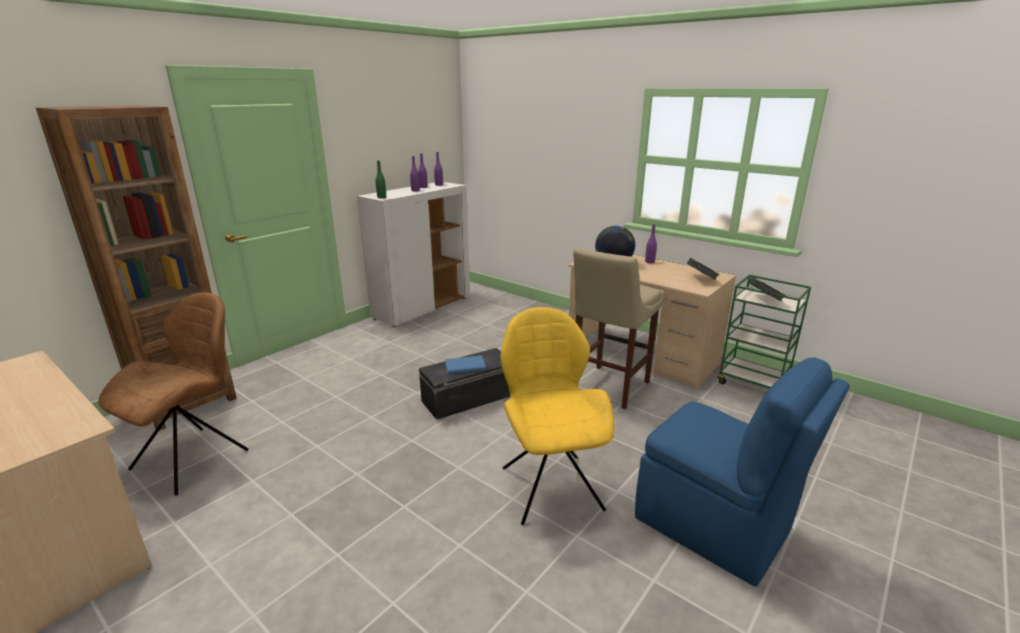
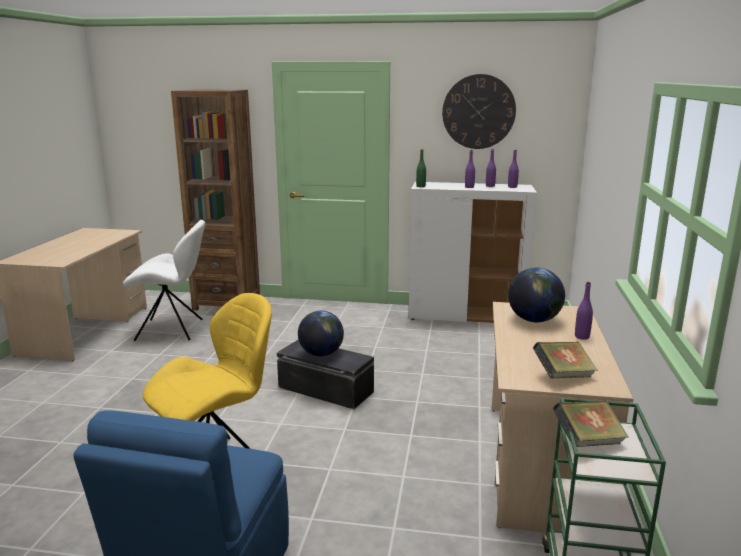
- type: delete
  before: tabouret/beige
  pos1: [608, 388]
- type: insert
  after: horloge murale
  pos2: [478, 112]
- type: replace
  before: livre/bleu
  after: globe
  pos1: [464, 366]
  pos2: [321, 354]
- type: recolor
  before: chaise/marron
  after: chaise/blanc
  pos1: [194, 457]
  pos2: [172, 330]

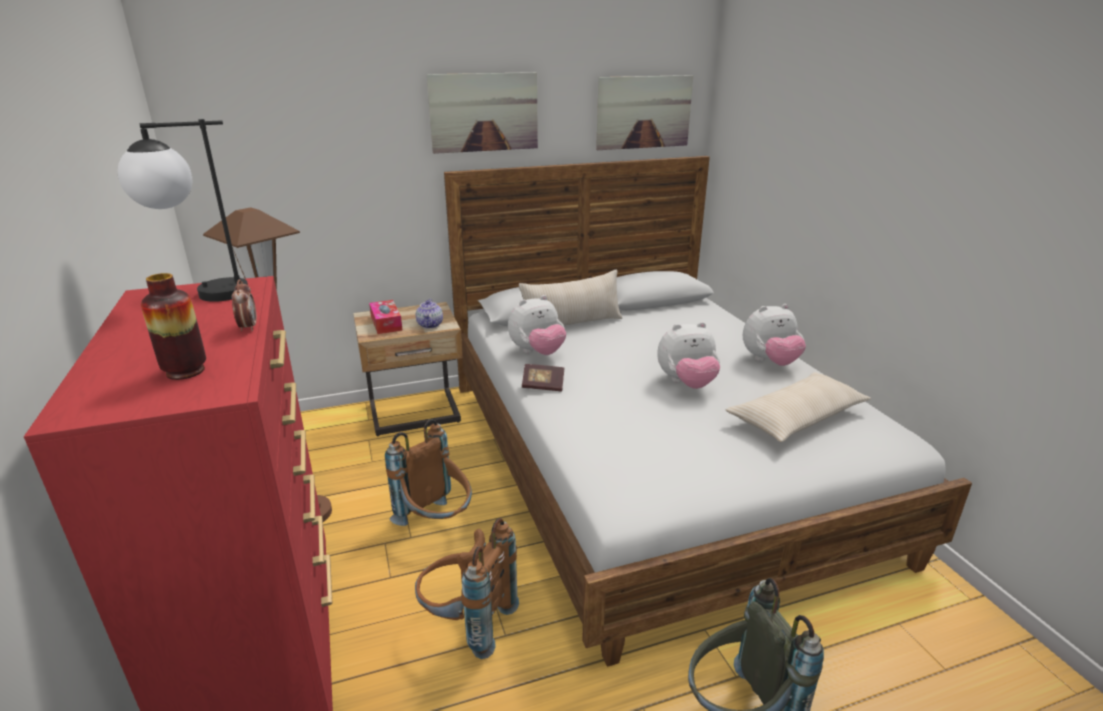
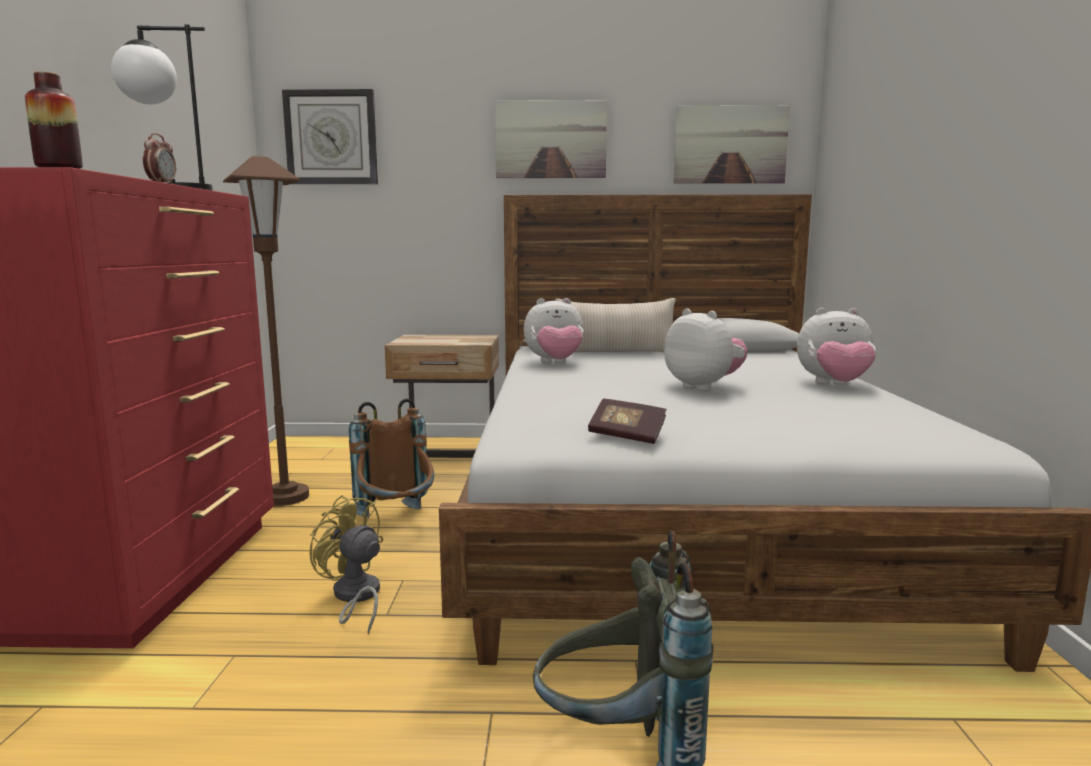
- type: delete
  before: boîte à mouchoirs
  pos1: [386, 323]
- type: delete
  before: théière
  pos1: [430, 325]
- type: delete
  before: coussin/beige
  pos1: [796, 418]
- type: insert
  after: horloge murale
  pos2: [331, 137]
- type: move
  before: livre
  pos1: [543, 386]
  pos2: [627, 436]
- type: replace
  before: sac à dos/marron
  after: ventilateur/jaune
  pos1: [467, 623]
  pos2: [355, 597]
- type: rotate
  before: peluche
  pos1: [686, 383]
  pos2: [703, 387]
  turn: -135

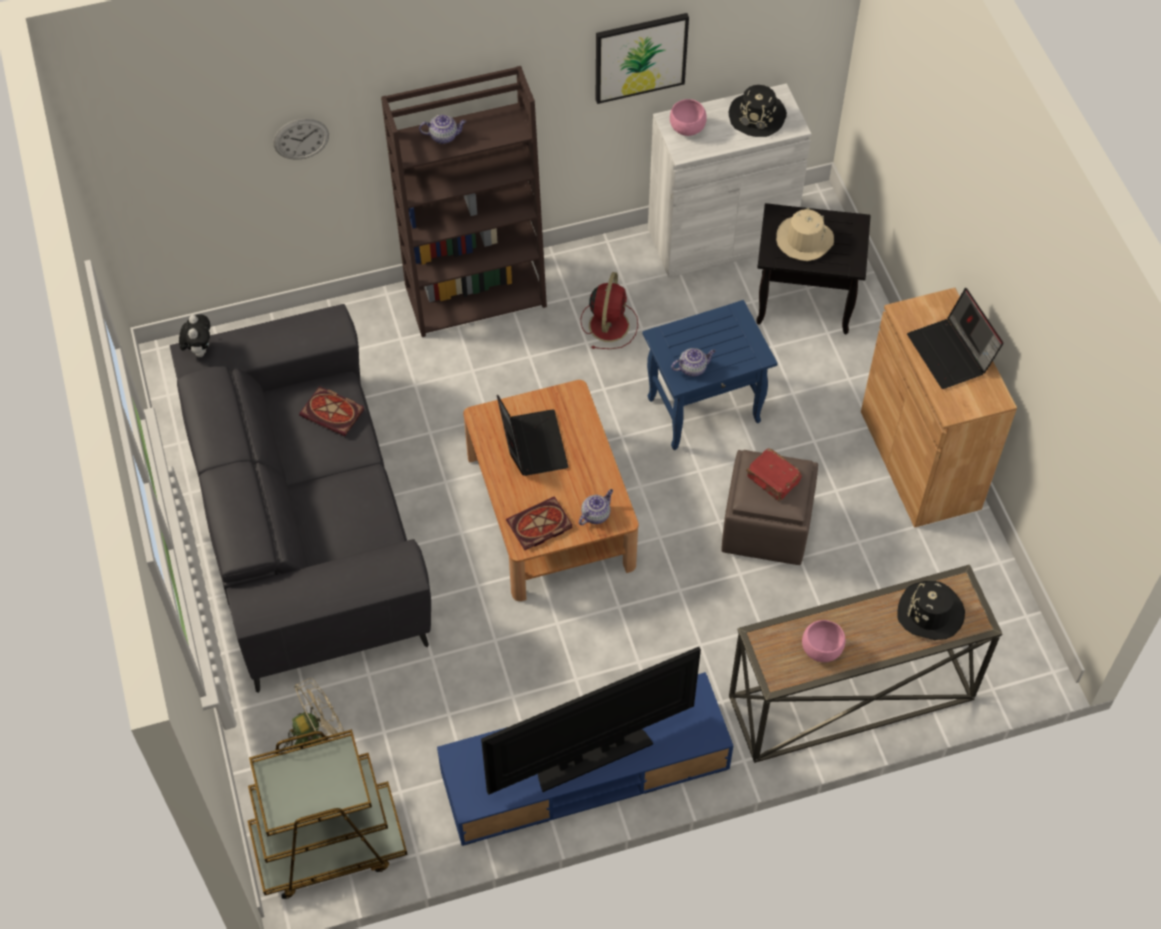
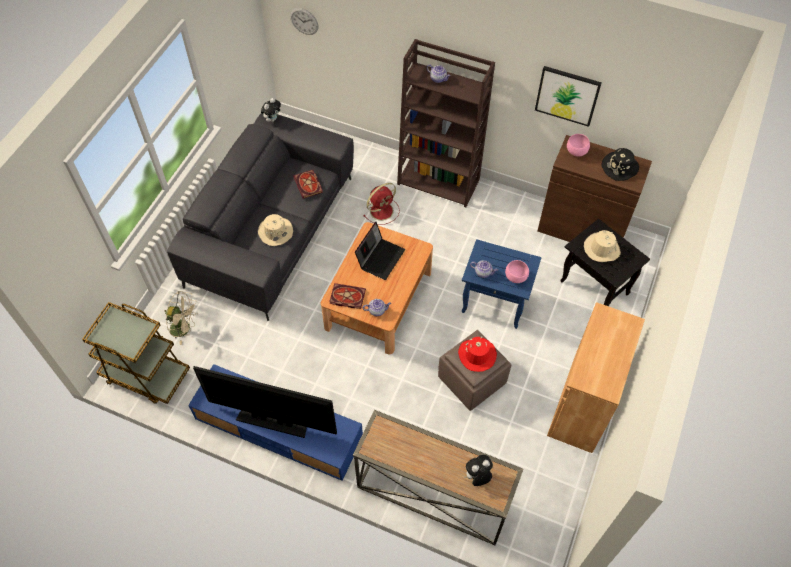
- type: delete
  before: ordinateur portable
  pos1: [951, 354]
- type: insert
  after: chapeau/beige
  pos2: [275, 231]
- type: move
  before: horloge murale
  pos1: [301, 139]
  pos2: [304, 21]
- type: move
  before: ventilateur/rouge
  pos1: [609, 324]
  pos2: [382, 210]
- type: move
  before: bol/rose
  pos1: [821, 648]
  pos2: [516, 277]
- type: replace
  before: livre/rouge
  after: chapeau/rouge
  pos1: [773, 480]
  pos2: [477, 355]
- type: replace
  before: chapeau/noir
  after: peluche
  pos1: [930, 613]
  pos2: [477, 477]
- type: recolor
  before: meuble de rangement/blanc
  after: meuble de rangement/marron
  pos1: [720, 237]
  pos2: [581, 229]

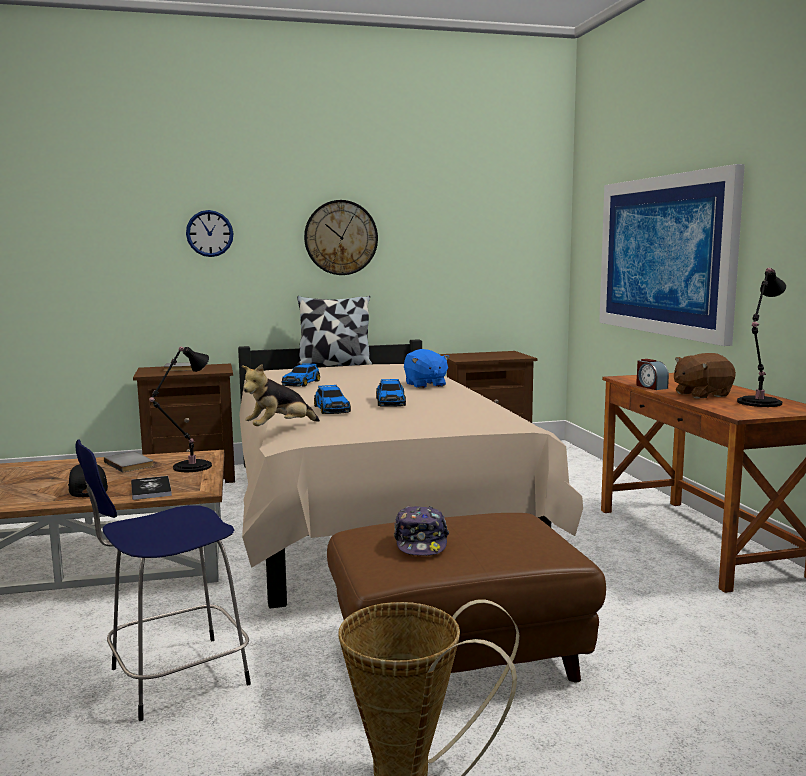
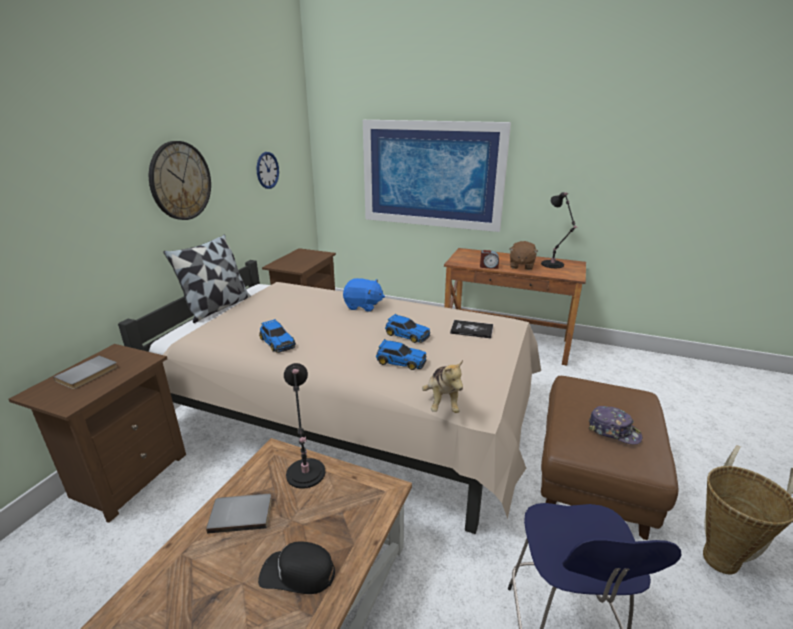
- type: move
  before: livre
  pos1: [151, 489]
  pos2: [471, 330]
- type: move
  before: horloge murale
  pos1: [209, 233]
  pos2: [267, 170]

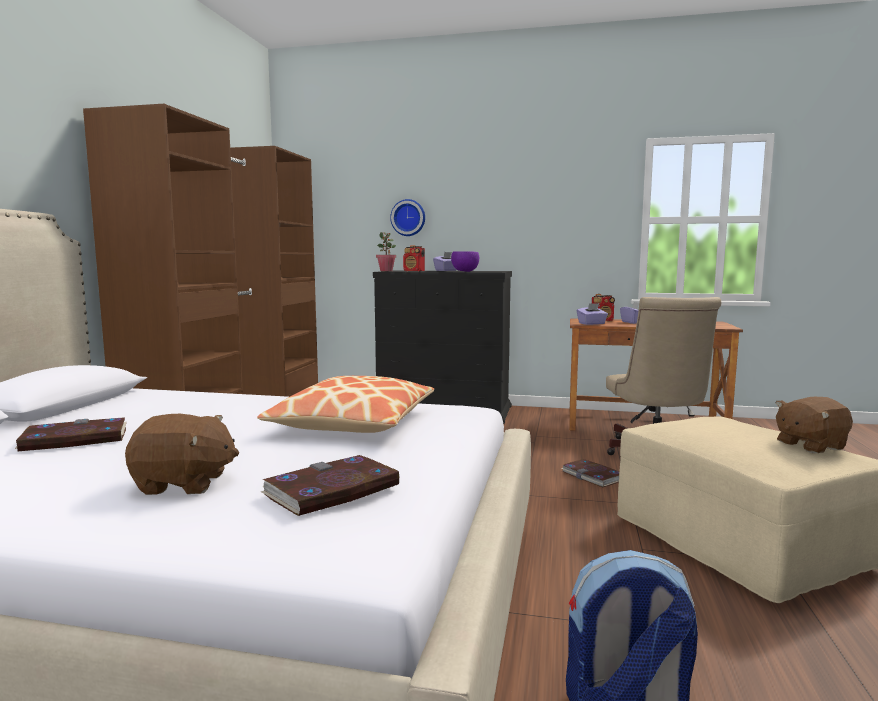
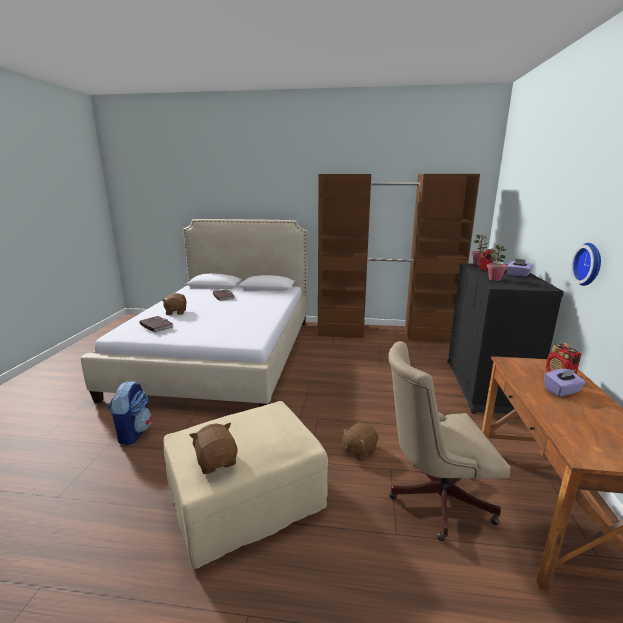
- type: delete
  before: coussin
  pos1: [353, 423]
- type: delete
  before: boîte à mouchoirs/violet
  pos1: [591, 324]
- type: move
  before: horloge murale
  pos1: [408, 218]
  pos2: [589, 264]
- type: replace
  before: bol/violet
  after: plante en pot
  pos1: [465, 271]
  pos2: [494, 279]
- type: replace
  before: livre
  after: peluche/marron
  pos1: [593, 476]
  pos2: [359, 450]

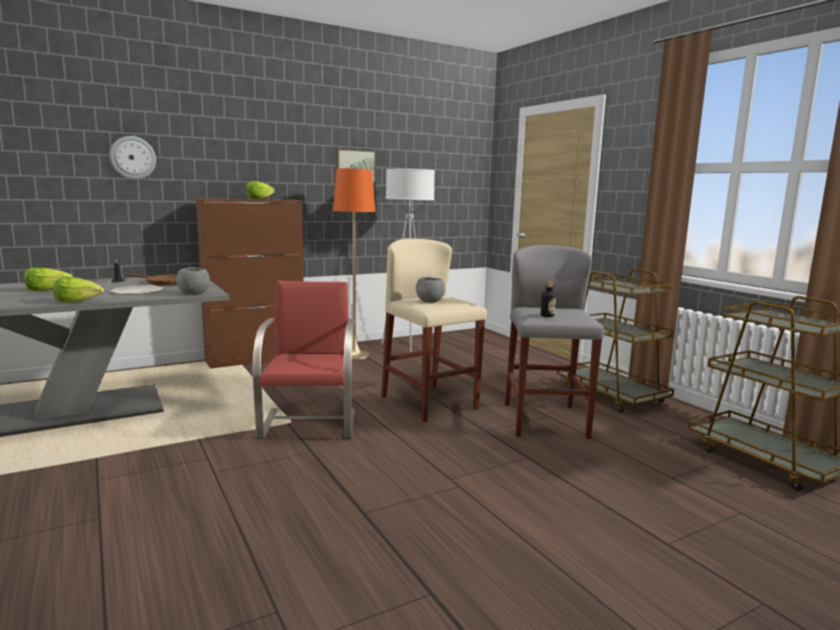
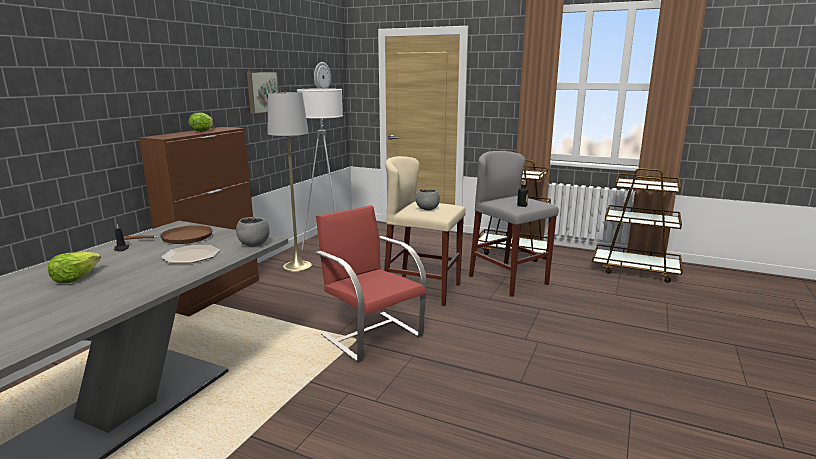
- type: delete
  before: laitue
  pos1: [78, 301]
- type: move
  before: horloge murale
  pos1: [133, 157]
  pos2: [321, 77]
- type: recolor
  before: lampadaire/orange
  after: lampadaire/gris
  pos1: [354, 355]
  pos2: [297, 266]

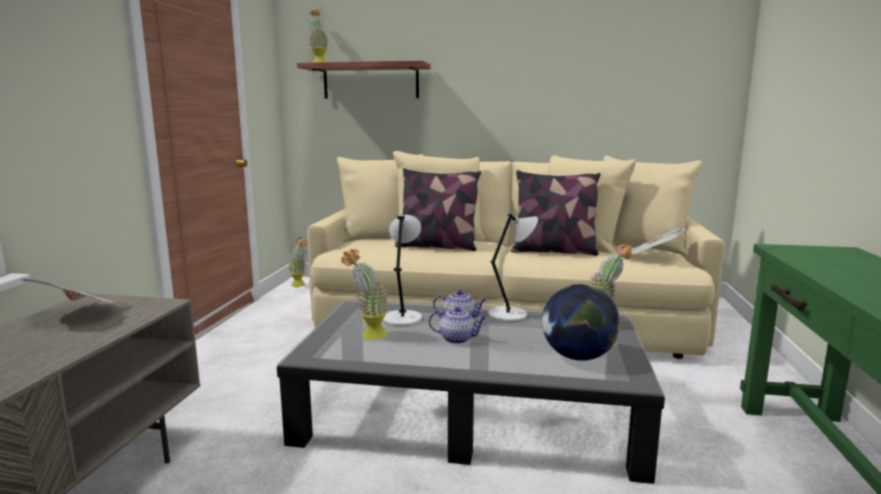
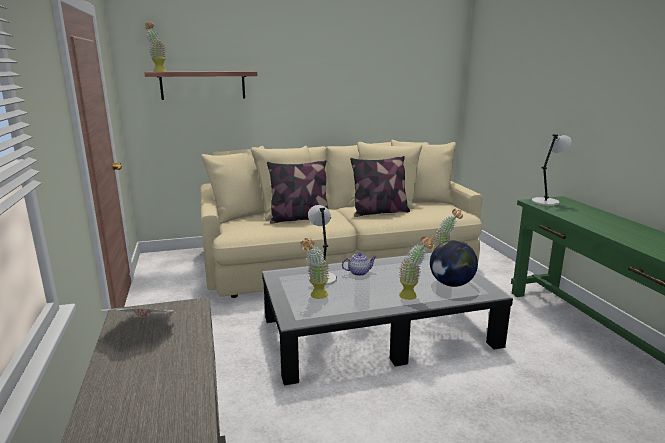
- type: delete
  before: théière
  pos1: [458, 339]
- type: delete
  before: journal
  pos1: [650, 257]
- type: move
  before: plante en pot
  pos1: [300, 285]
  pos2: [412, 296]
- type: move
  before: lampe de table/gris
  pos1: [510, 315]
  pos2: [546, 202]

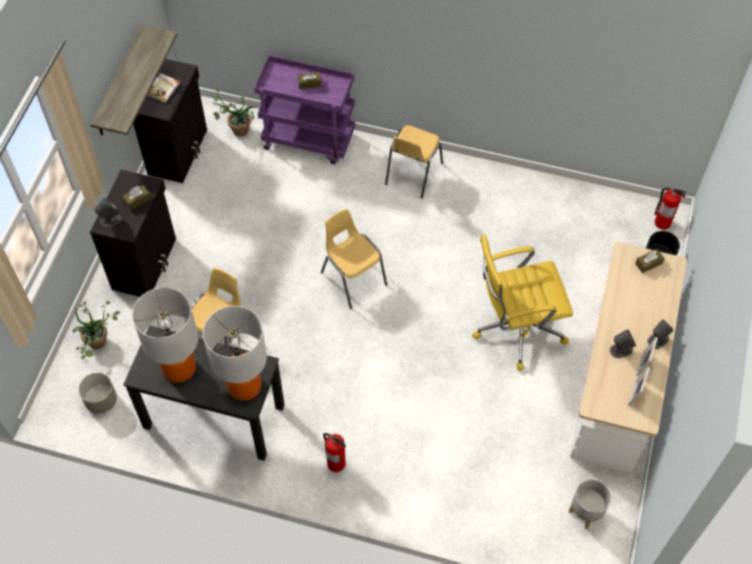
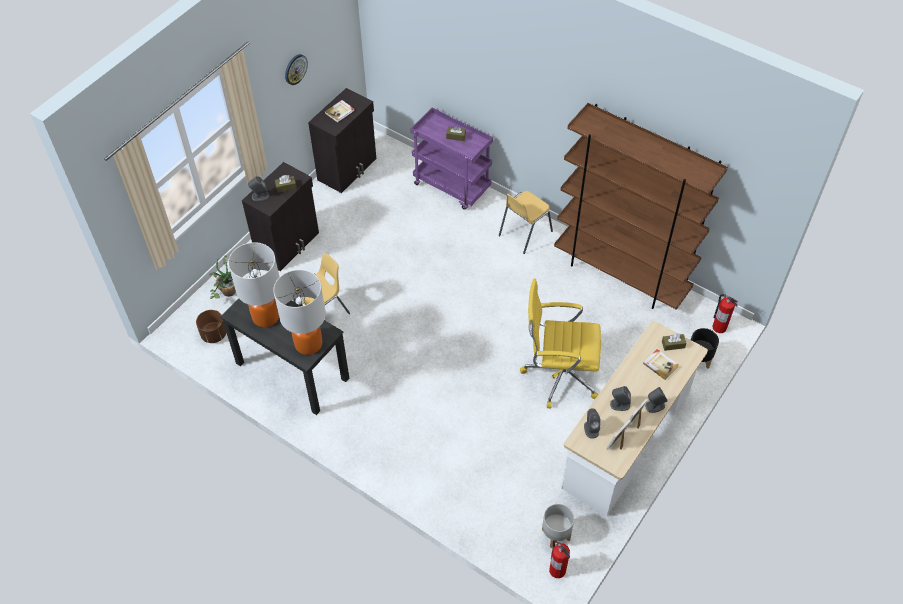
- type: delete
  before: étagère
  pos1: [119, 83]
- type: delete
  before: plante en pot
  pos1: [236, 130]
- type: delete
  before: chaise/jaune
  pos1: [353, 278]
- type: insert
  after: horloge murale
  pos2: [295, 69]
- type: insert
  after: bibliothèque/marron
  pos2: [621, 274]
- type: insert
  after: enceinte/gris
  pos2: [591, 429]
- type: insert
  after: livre
  pos2: [660, 365]
- type: move
  before: extincteur
  pos1: [336, 463]
  pos2: [557, 570]
- type: recolor
  before: cache-pot/gris
  after: cache-pot/marron
  pos1: [101, 401]
  pos2: [213, 334]

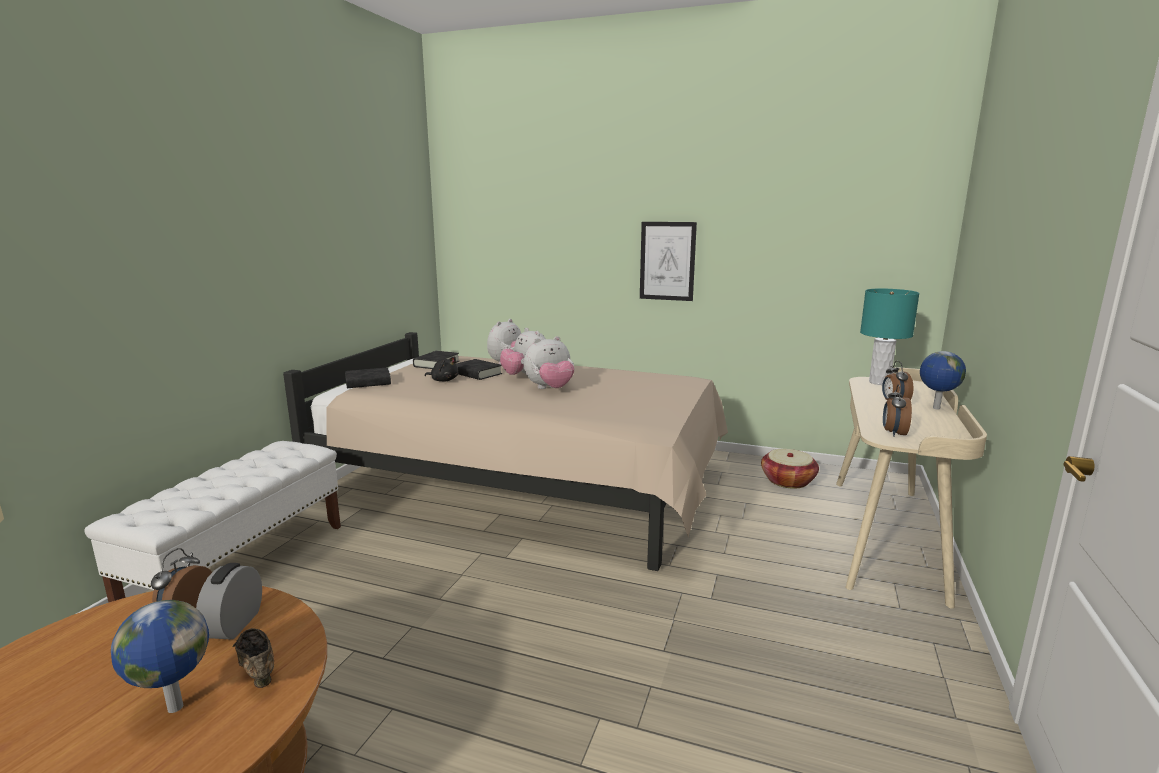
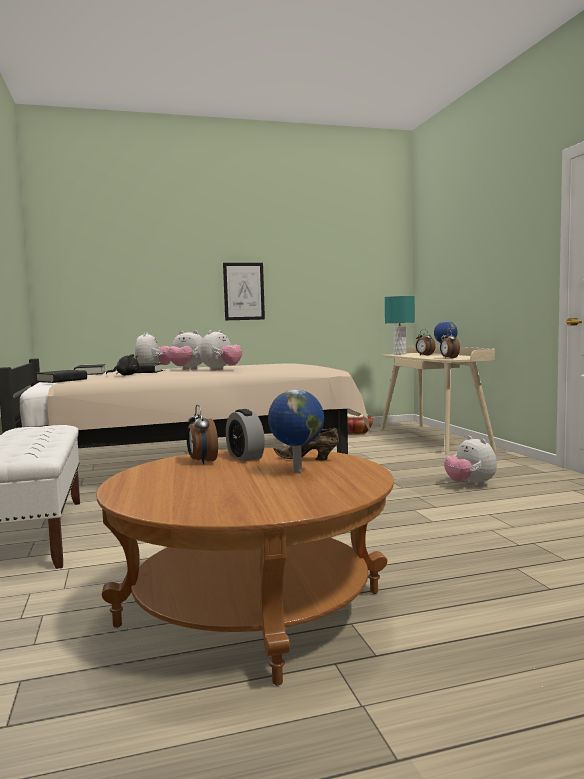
- type: insert
  after: peluche
  pos2: [470, 485]

